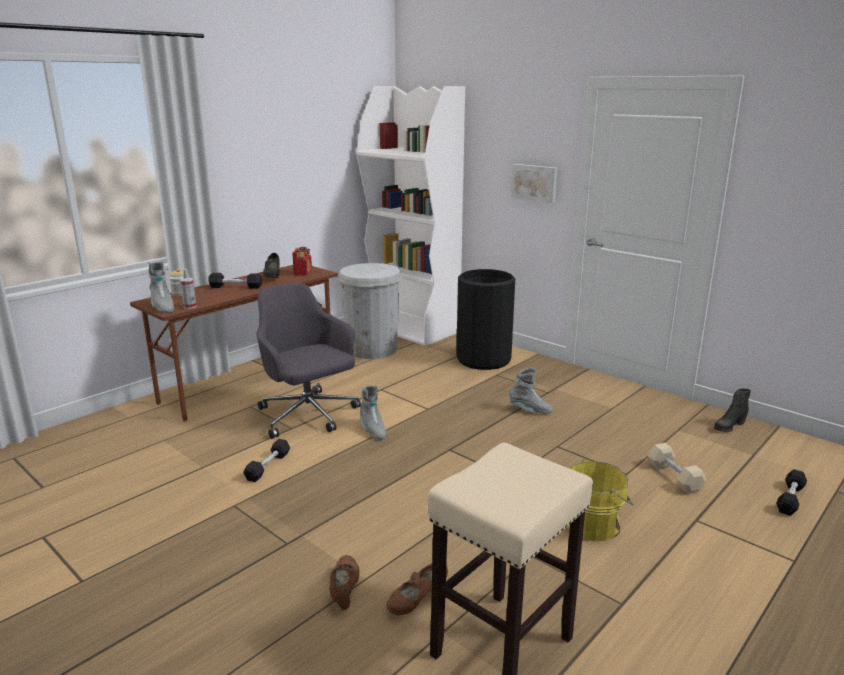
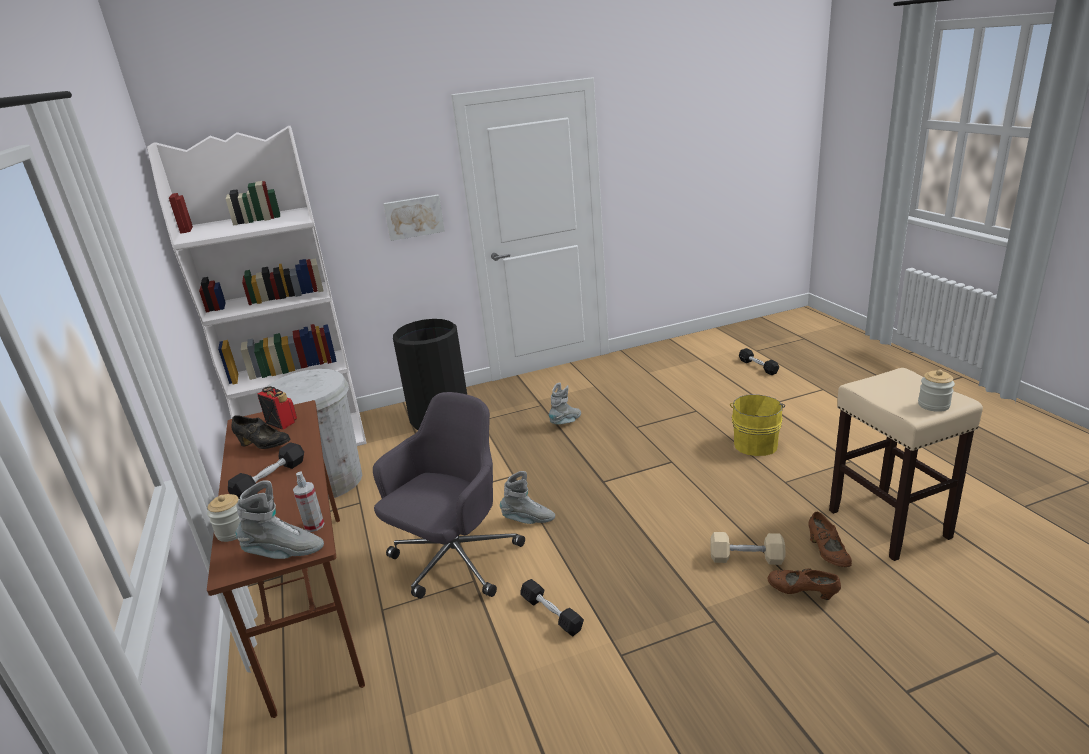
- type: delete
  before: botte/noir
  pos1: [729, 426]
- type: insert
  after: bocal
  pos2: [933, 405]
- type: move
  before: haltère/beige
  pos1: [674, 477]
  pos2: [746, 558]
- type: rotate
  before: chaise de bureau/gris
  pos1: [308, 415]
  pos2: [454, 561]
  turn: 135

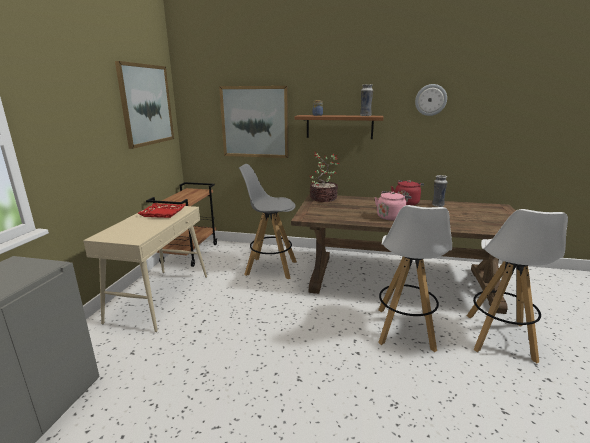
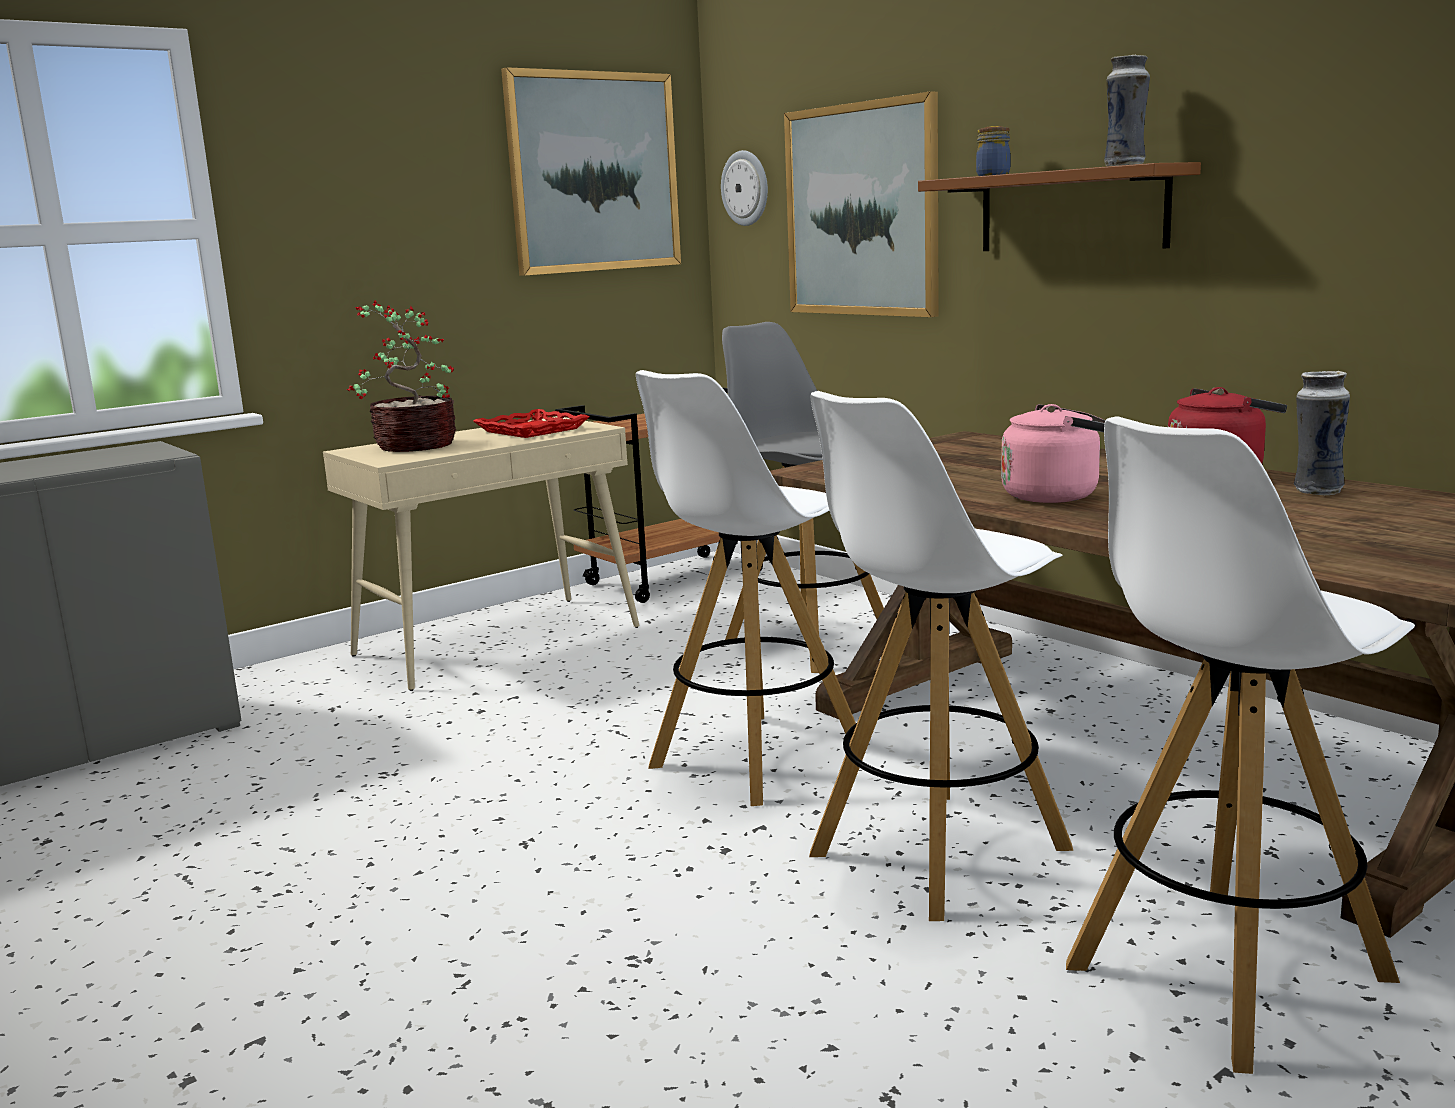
- type: insert
  after: tabouret/blanc
  pos2: [755, 757]
- type: move
  before: plante en pot
  pos1: [322, 199]
  pos2: [413, 445]
- type: move
  before: horloge murale
  pos1: [430, 100]
  pos2: [746, 188]

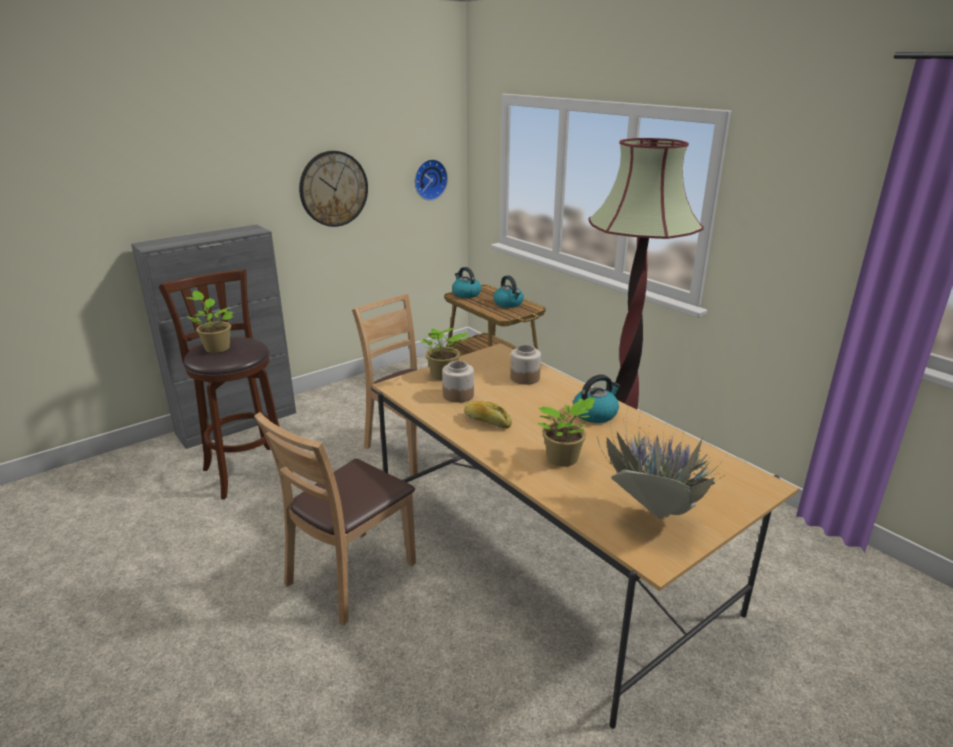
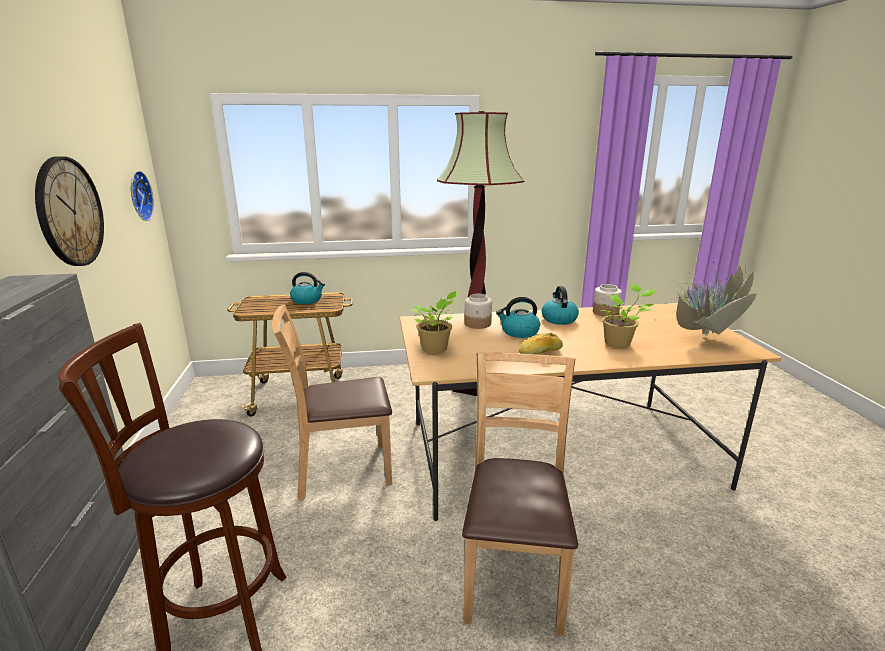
- type: delete
  before: plante en pot
  pos1: [216, 348]
- type: move
  before: bocal
  pos1: [458, 395]
  pos2: [605, 312]
- type: move
  before: bouilloire
  pos1: [466, 294]
  pos2: [519, 332]
- type: rotate
  before: chaise/marron
  pos1: [350, 575]
  pos2: [513, 576]
  turn: -150

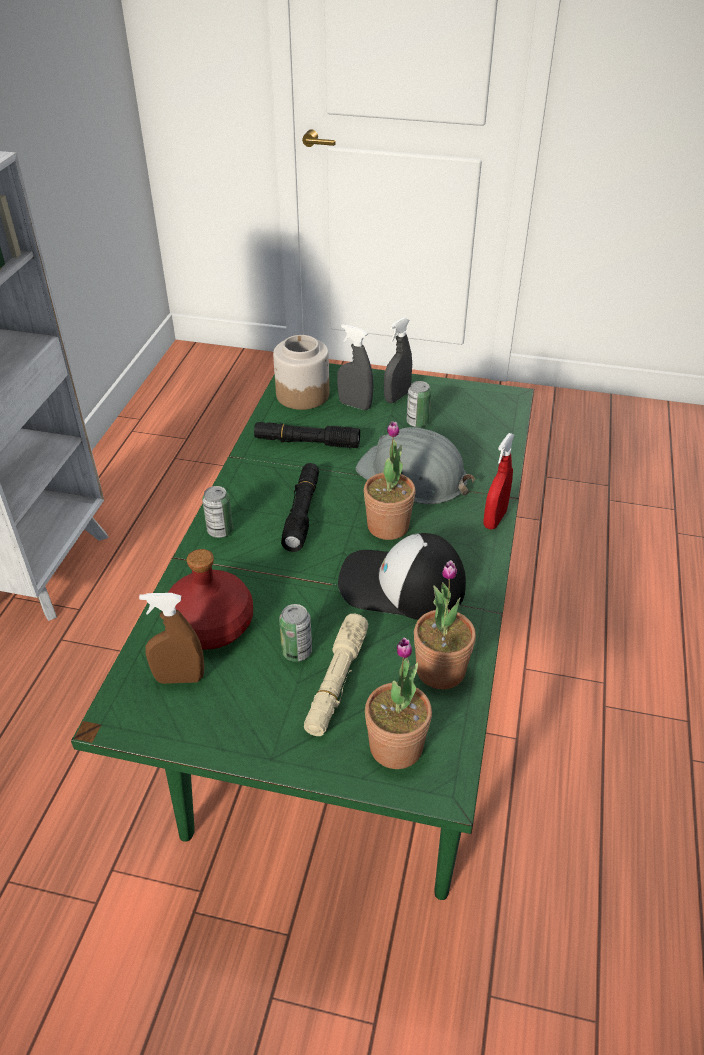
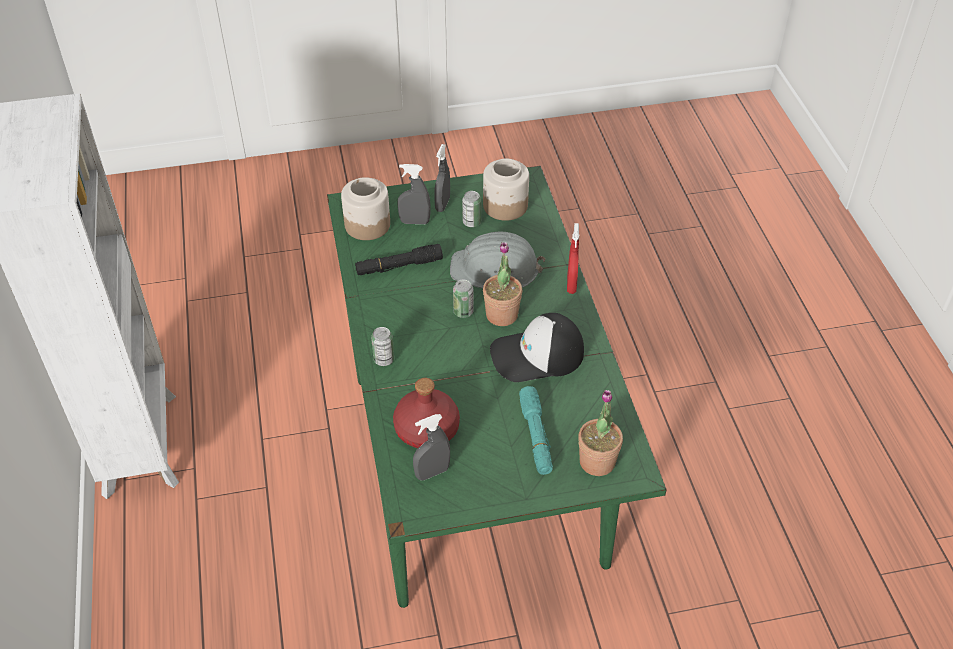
- type: delete
  before: lampe de poche/noir
  pos1: [302, 513]
- type: delete
  before: plante en pot
  pos1: [440, 670]
- type: insert
  after: bocal
  pos2: [504, 206]
- type: move
  before: boîte métallique
  pos1: [297, 652]
  pos2: [463, 312]
- type: recolor
  before: vaporisateur/marron
  after: vaporisateur/gris
  pos1: [179, 678]
  pos2: [432, 472]
- type: recolor
  before: lampe de poche/beige
  after: lampe de poche/turquoise
  pos1: [336, 681]
  pos2: [536, 436]

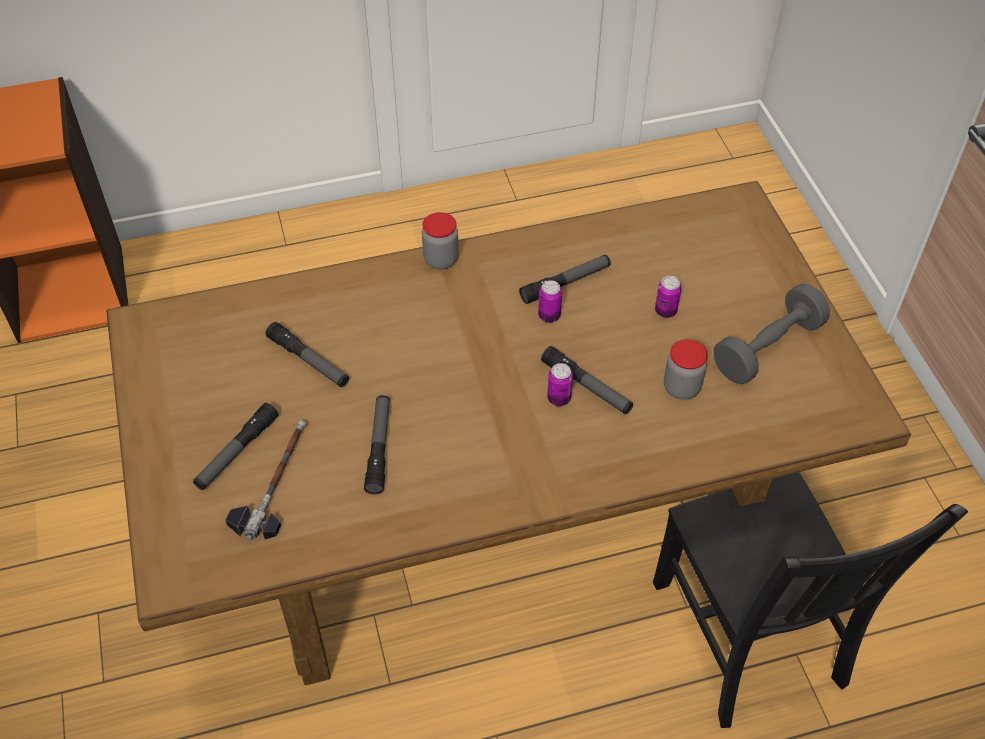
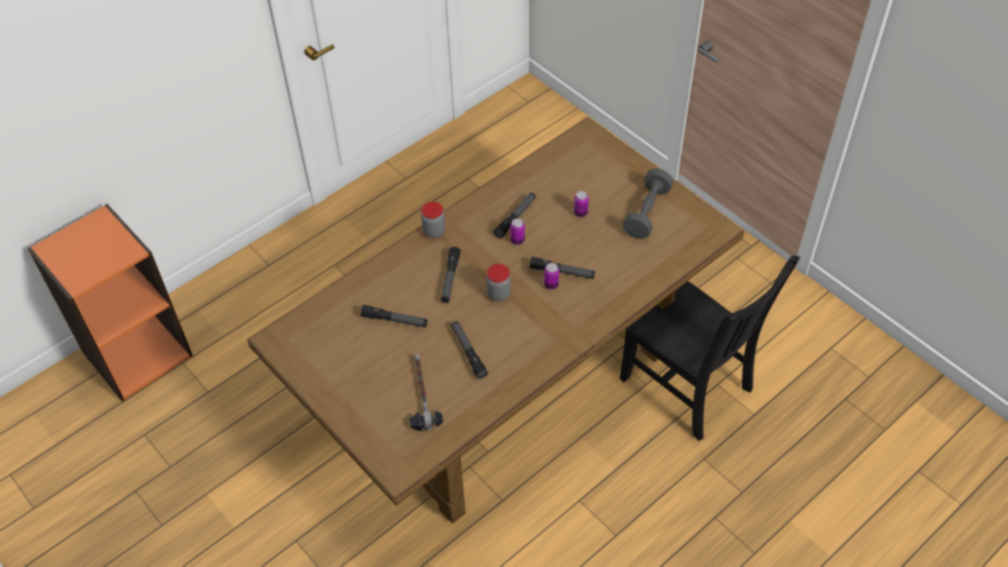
- type: move
  before: lampe de poche
  pos1: [237, 452]
  pos2: [450, 278]
- type: move
  before: bocal
  pos1: [681, 388]
  pos2: [498, 294]

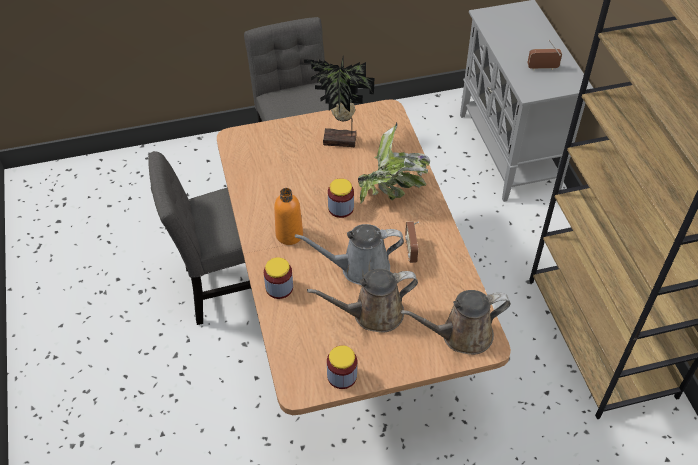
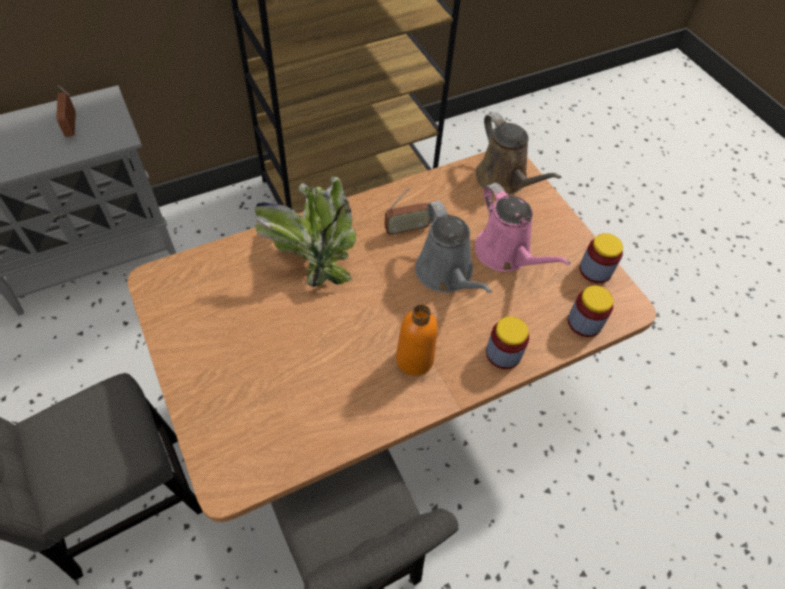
- type: delete
  before: plante en pot
  pos1: [340, 142]
- type: move
  before: bocal
  pos1: [341, 208]
  pos2: [584, 322]
- type: recolor
  before: arrosoir/marron
  after: arrosoir/rose
  pos1: [373, 314]
  pos2: [506, 254]

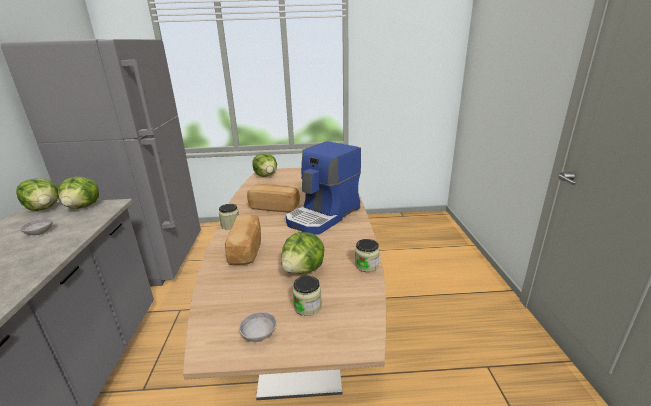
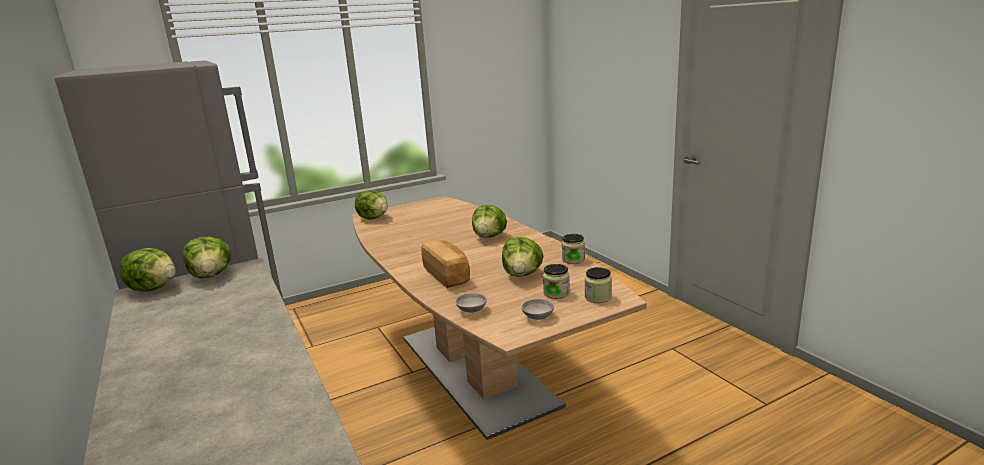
- type: delete
  before: pain
  pos1: [275, 207]
- type: move
  before: bol/gris
  pos1: [40, 232]
  pos2: [471, 310]
- type: move
  before: bocal
  pos1: [230, 225]
  pos2: [598, 297]
- type: replace
  before: machine à café
  after: laitue
  pos1: [324, 216]
  pos2: [490, 237]

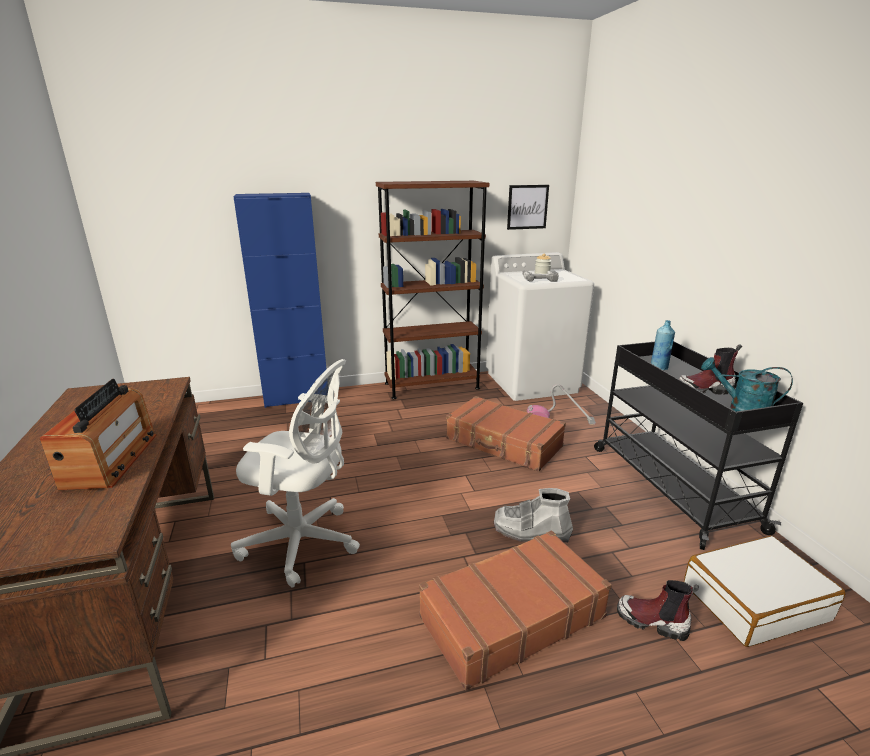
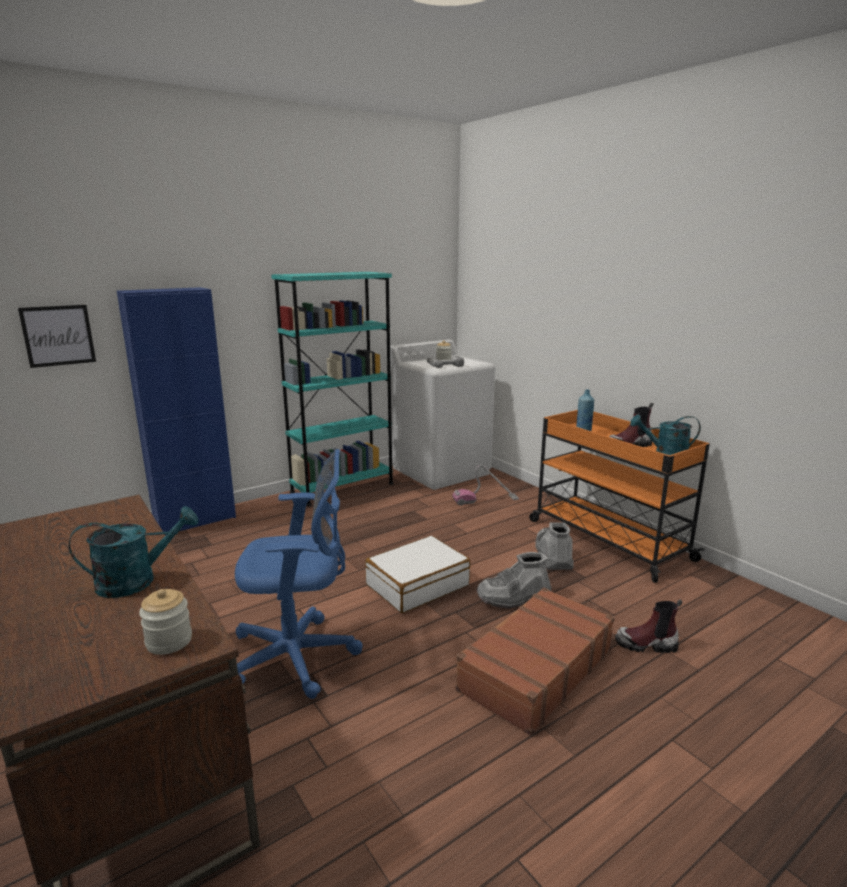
- type: delete
  before: valise/marron
  pos1: [503, 443]
- type: insert
  after: bocal
  pos2: [169, 641]
- type: insert
  after: botte/gris
  pos2: [553, 555]
- type: move
  before: tableau
  pos1: [527, 207]
  pos2: [58, 335]
- type: move
  before: valise/blanc
  pos1: [754, 601]
  pos2: [417, 585]
- type: replace
  before: radio
  after: arrosoir/turquoise
  pos1: [111, 460]
  pos2: [137, 580]
- type: recolor
  before: chaise de bureau/blanc
  after: chaise de bureau/bleu
  pos1: [304, 543]
  pos2: [299, 657]
- type: recolor
  before: bibliothèque/marron
  after: bibliothèque/turquoise
  pos1: [432, 386]
  pos2: [342, 487]
- type: recolor
  before: chariot/noir
  after: chariot/orange
  pos1: [670, 486]
  pos2: [606, 539]

